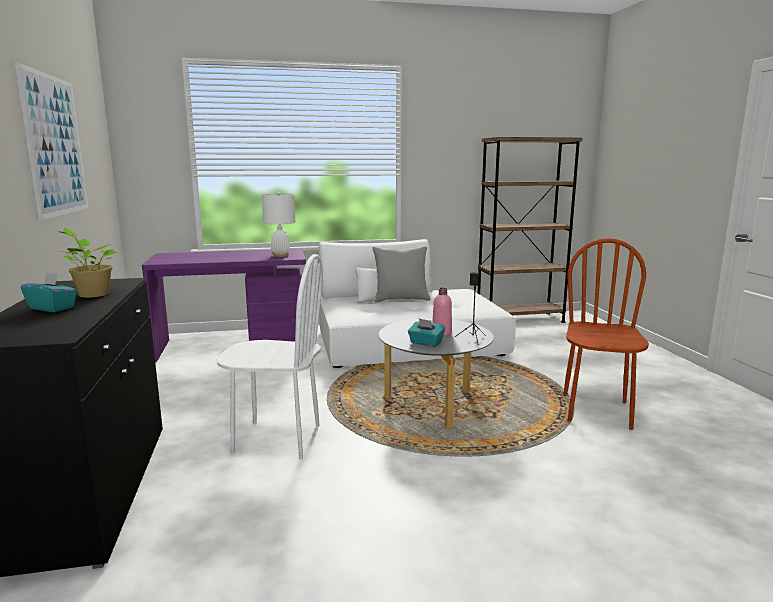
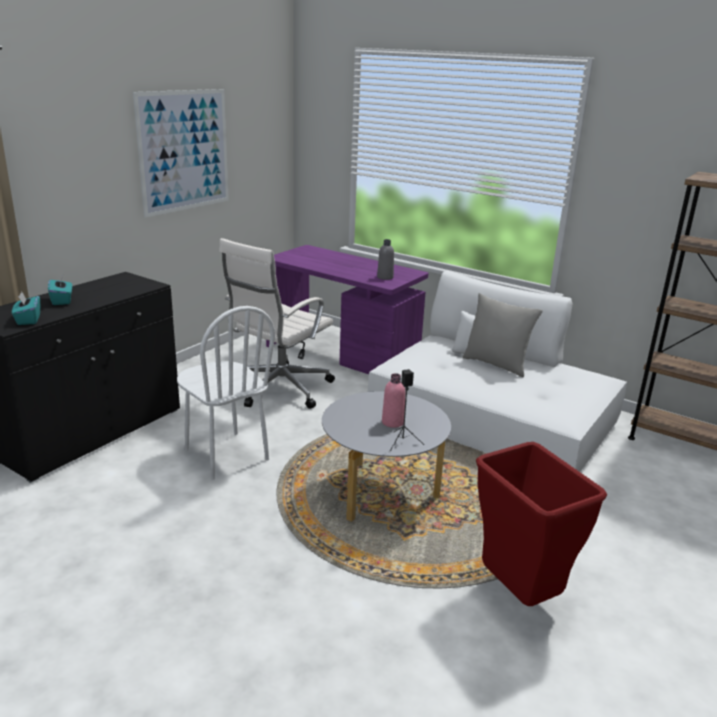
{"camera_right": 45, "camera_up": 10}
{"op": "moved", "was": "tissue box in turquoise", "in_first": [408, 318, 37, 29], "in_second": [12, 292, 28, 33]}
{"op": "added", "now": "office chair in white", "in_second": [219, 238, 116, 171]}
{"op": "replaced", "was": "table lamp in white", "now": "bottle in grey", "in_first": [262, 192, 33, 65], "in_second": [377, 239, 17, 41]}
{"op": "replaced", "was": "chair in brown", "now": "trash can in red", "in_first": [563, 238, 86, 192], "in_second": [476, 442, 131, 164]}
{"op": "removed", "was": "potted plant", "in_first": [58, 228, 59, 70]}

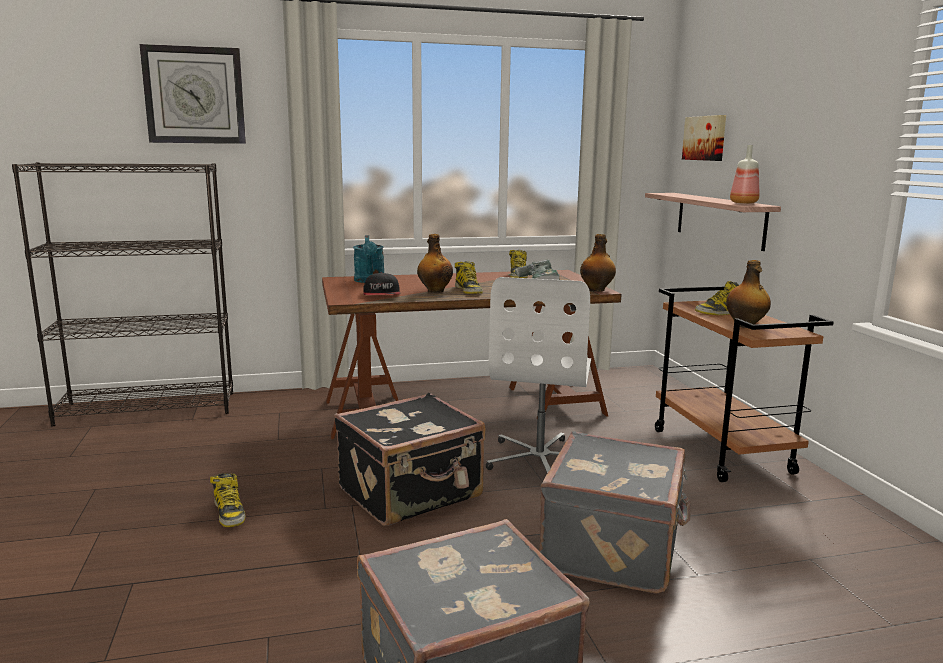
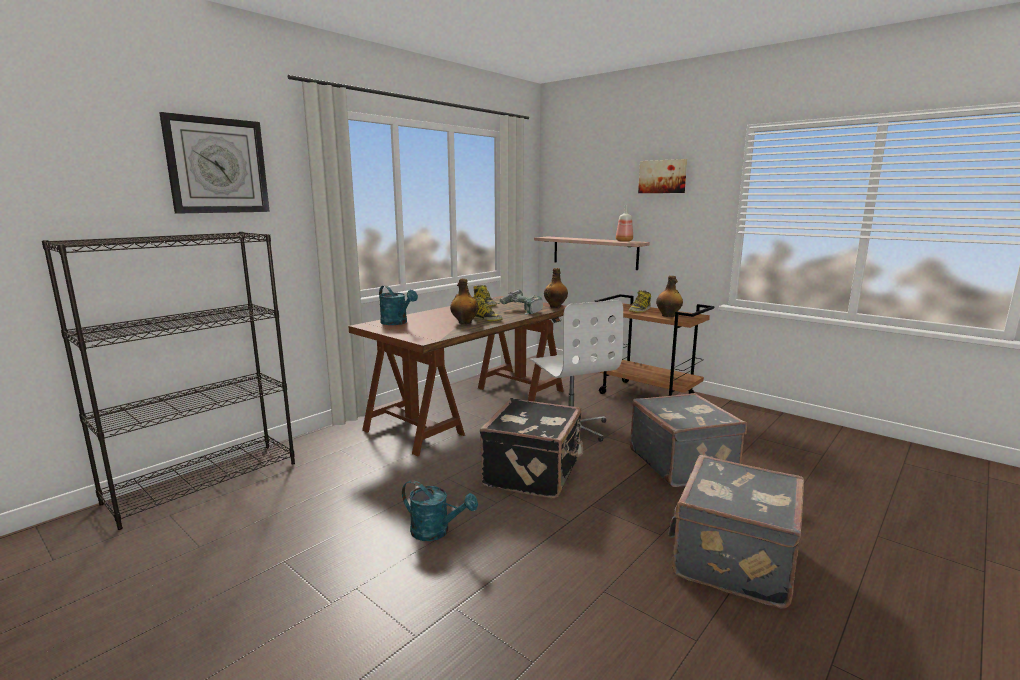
{"camera_right": -35, "camera_up": 0}
{"op": "replaced", "was": "boot", "now": "watering can in turquoise", "in_first": [210, 473, 36, 54], "in_second": [402, 480, 76, 61]}
{"op": "moved", "was": "picture", "in_first": [682, 115, 44, 46], "in_second": [638, 159, 49, 34]}
{"op": "removed", "was": "cap", "in_first": [363, 272, 37, 23]}

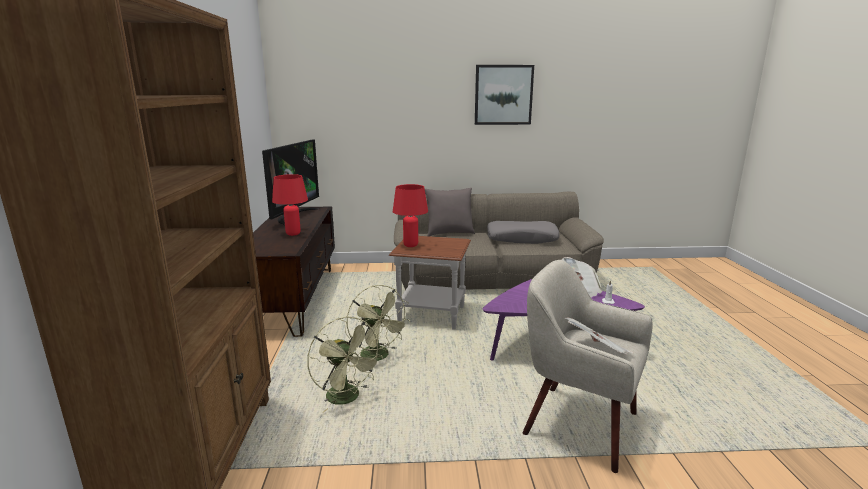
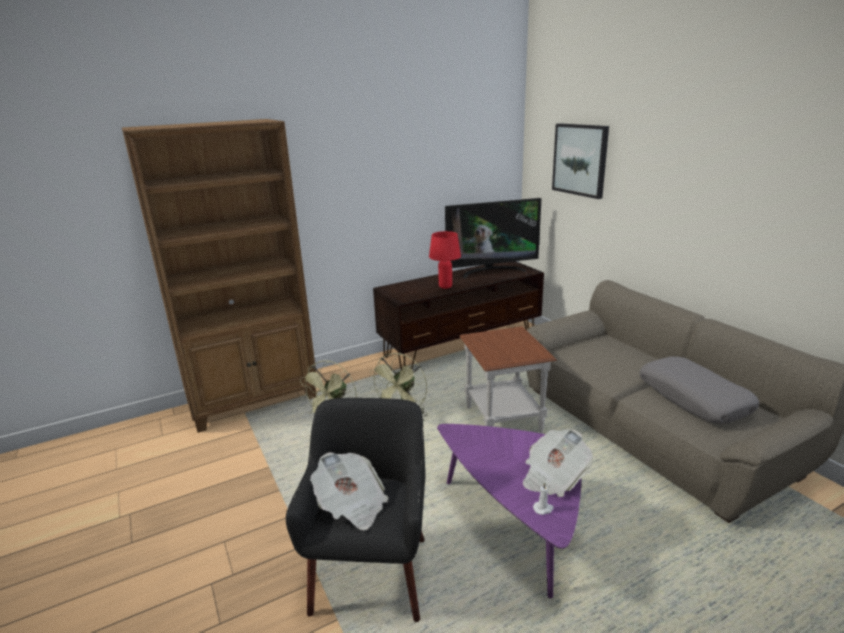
{"camera_right": 65, "camera_up": 5}
{"op": "recoloured", "was": "armchair in beige", "now": "armchair in black", "in_first": [523, 260, 130, 213], "in_second": [286, 398, 139, 224]}
{"op": "moved", "was": "picture", "in_first": [475, 65, 59, 60], "in_second": [552, 123, 57, 76]}
{"op": "removed", "was": "table lamp in red", "in_first": [393, 184, 35, 63]}
{"op": "removed", "was": "pillow in grey", "in_first": [425, 188, 50, 48]}

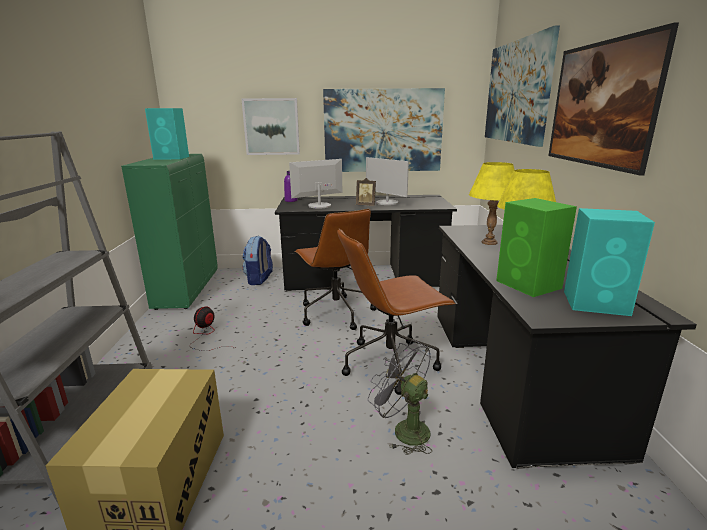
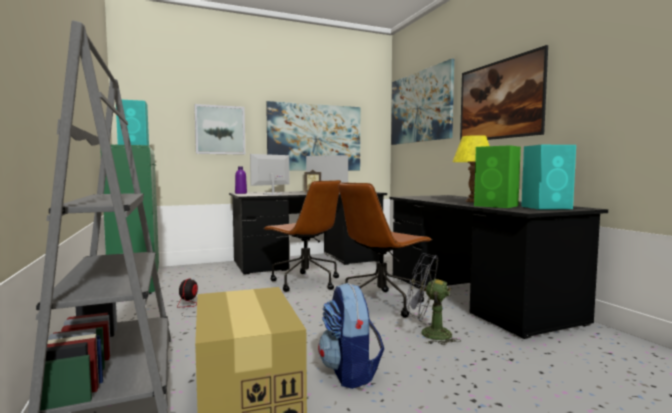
{"camera_right": -20, "camera_up": -15}
{"op": "moved", "was": "backpack", "in_first": [243, 236, 30, 49], "in_second": [318, 283, 66, 106]}
{"op": "removed", "was": "table lamp in yellow", "in_first": [469, 162, 45, 83]}

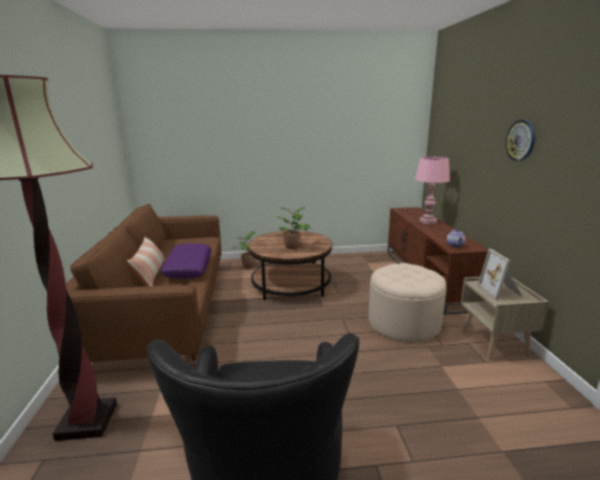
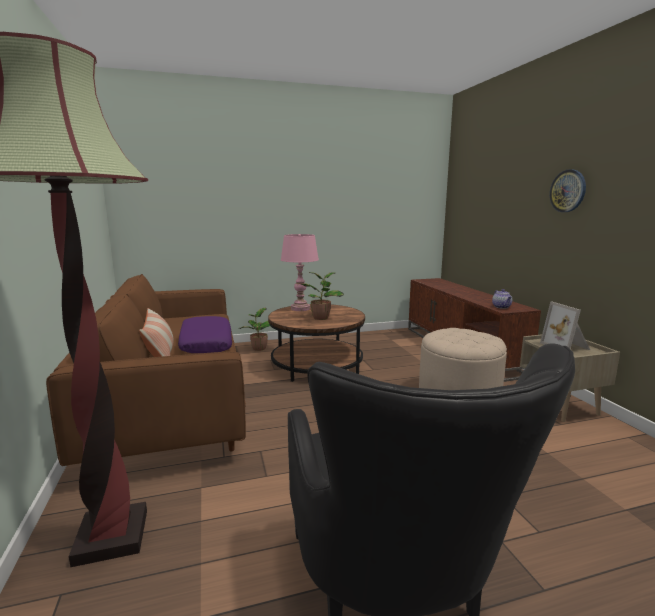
{"camera_right": -10, "camera_up": -5}
{"op": "moved", "was": "table lamp in pink", "in_first": [415, 157, 35, 68], "in_second": [281, 234, 38, 77]}

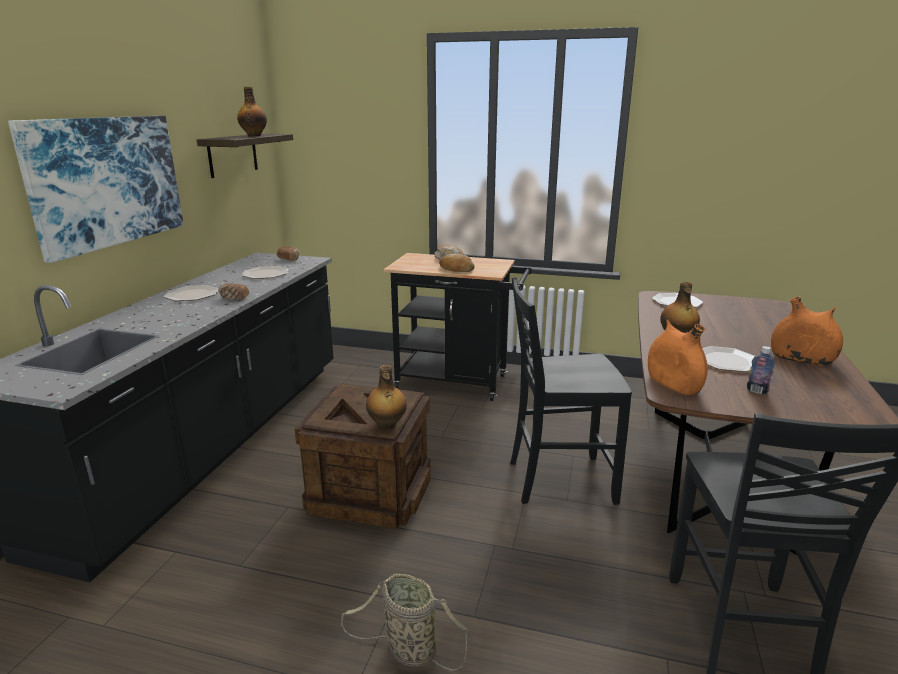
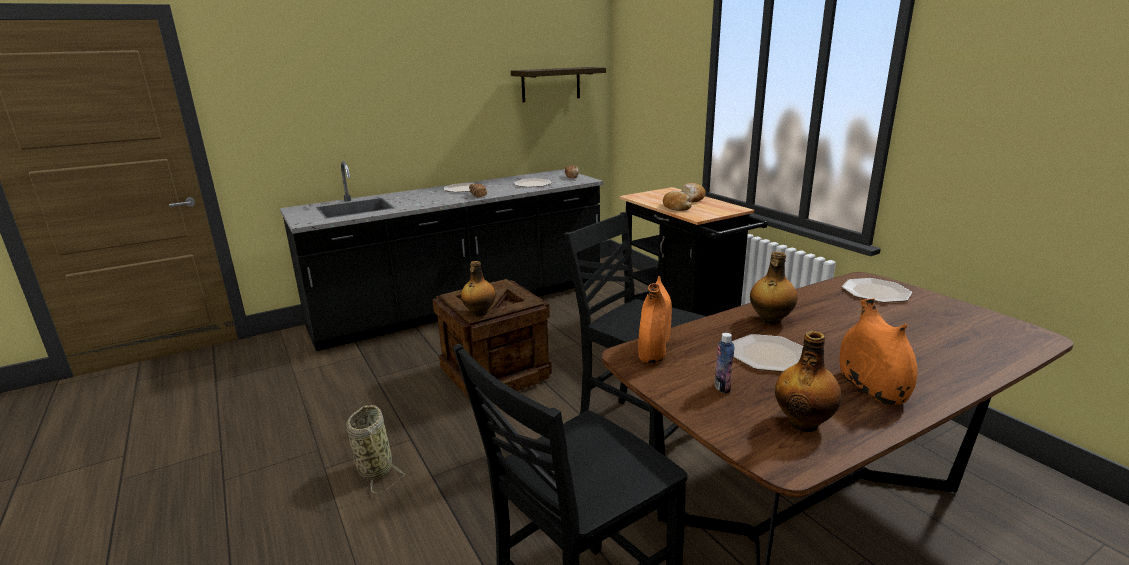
{"camera_right": 45, "camera_up": 0}
{"op": "moved", "was": "bottle", "in_first": [237, 87, 30, 49], "in_second": [775, 331, 67, 101]}
{"op": "removed", "was": "picture", "in_first": [8, 116, 176, 147]}

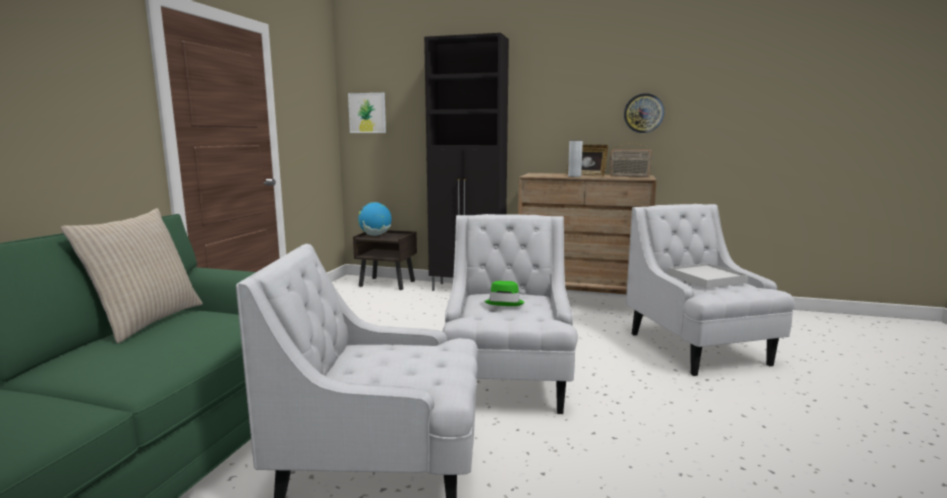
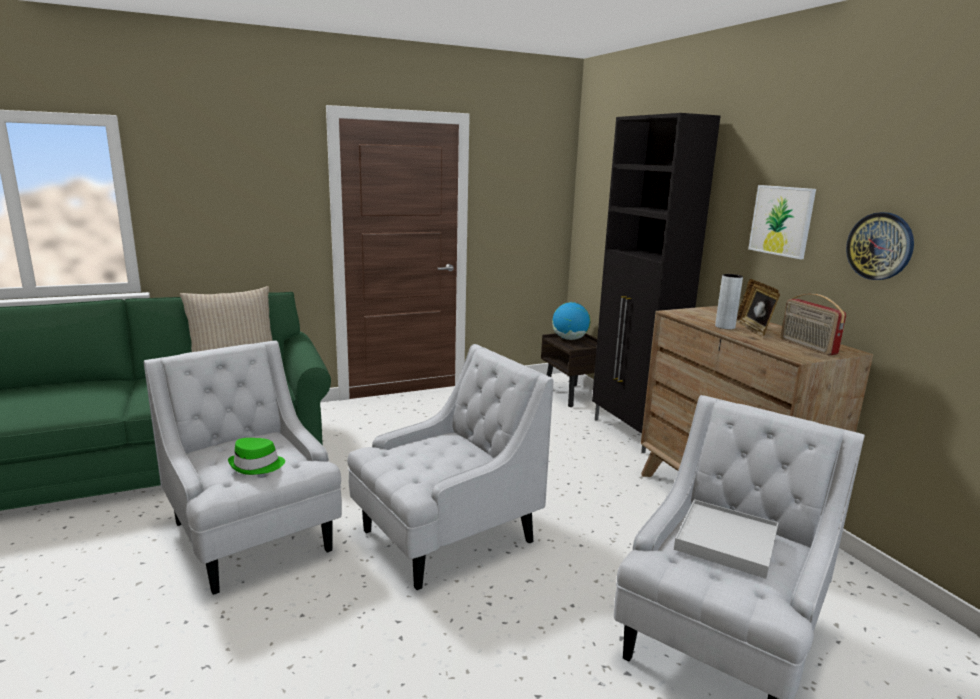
{"camera_right": 50, "camera_up": 5}
{"op": "moved", "was": "hat in green", "in_first": [484, 281, 41, 25], "in_second": [228, 438, 57, 37]}
{"op": "moved", "was": "picture", "in_first": [348, 93, 38, 40], "in_second": [748, 185, 68, 74]}

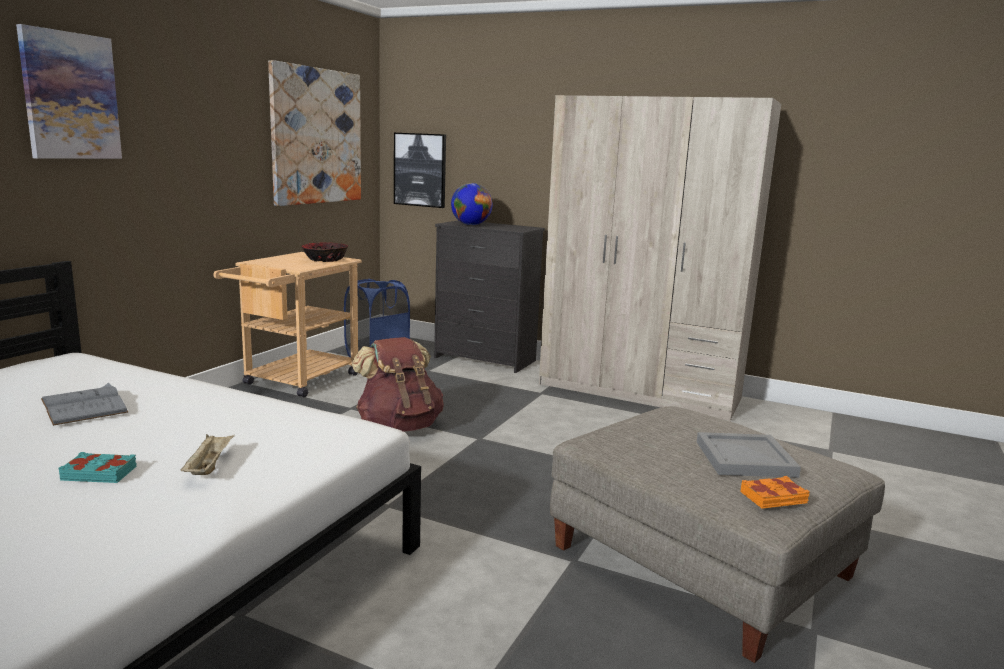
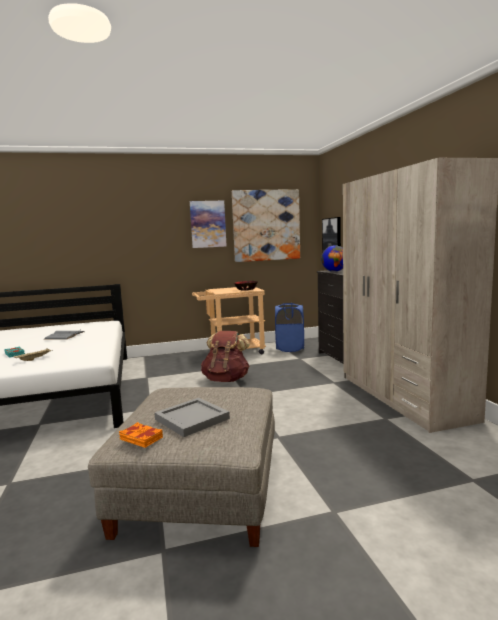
{"camera_right": 50, "camera_up": -5}
{"op": "moved", "was": "picture", "in_first": [16, 24, 106, 135], "in_second": [190, 201, 37, 47]}

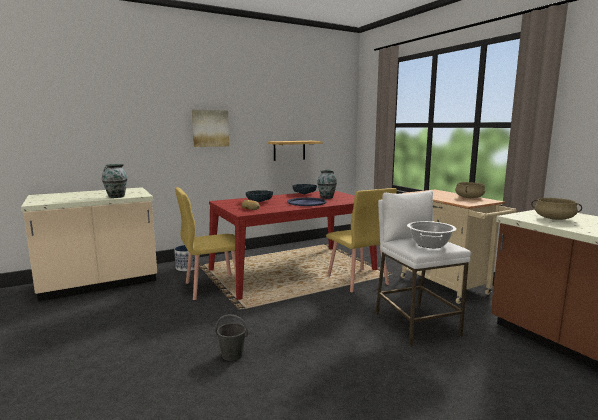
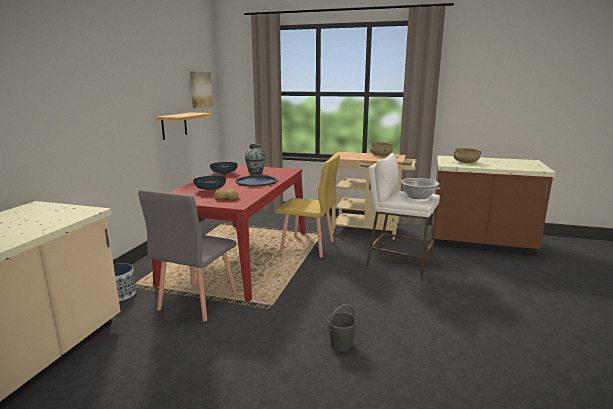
{"camera_right": -45, "camera_up": 5}
{"op": "recoloured", "was": "chair in yellow", "now": "chair in grey", "in_first": [175, 187, 71, 113], "in_second": [138, 190, 99, 132]}
{"op": "moved", "was": "picture", "in_first": [192, 110, 37, 37], "in_second": [190, 71, 23, 38]}
{"op": "removed", "was": "vase", "in_first": [102, 164, 26, 34]}

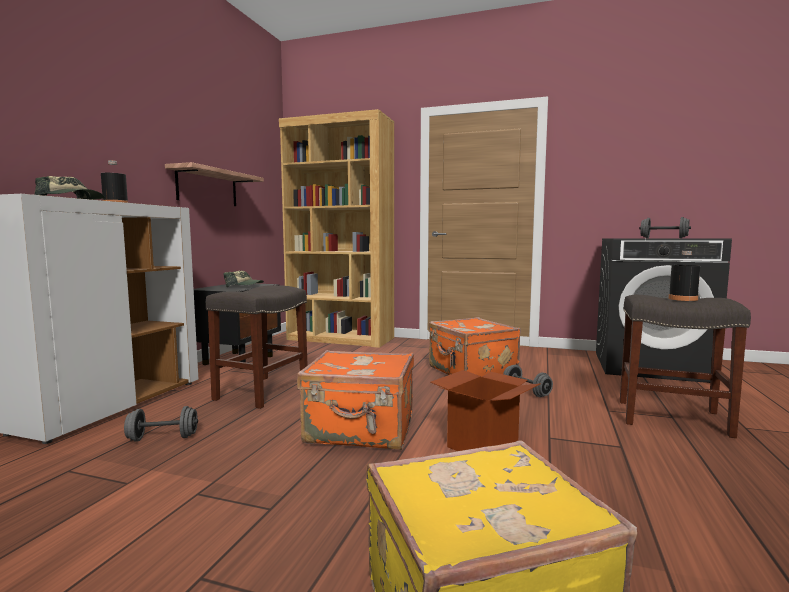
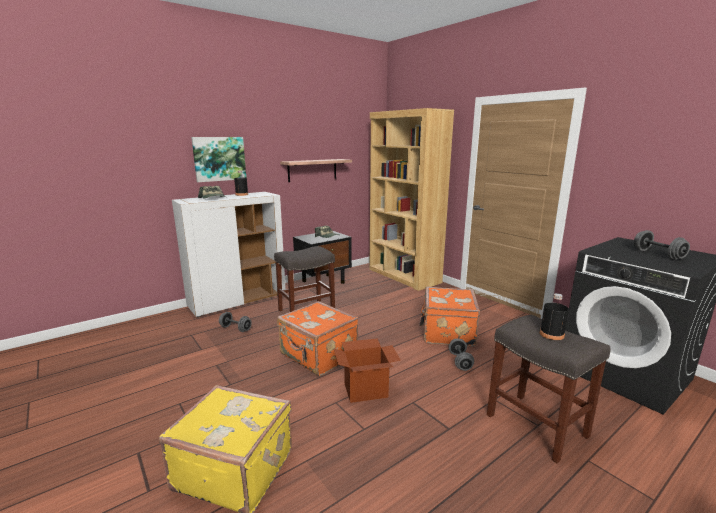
{"camera_right": 35, "camera_up": 10}
{"op": "added", "now": "picture", "in_second": [191, 137, 55, 45]}

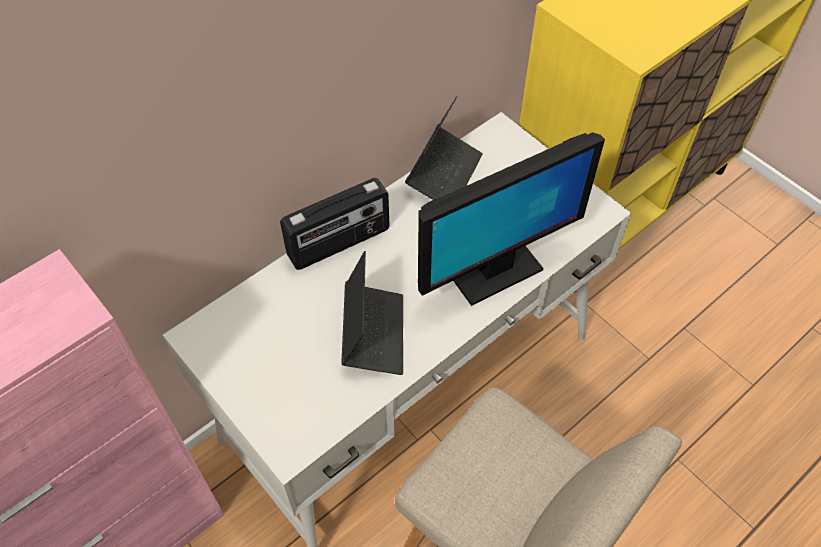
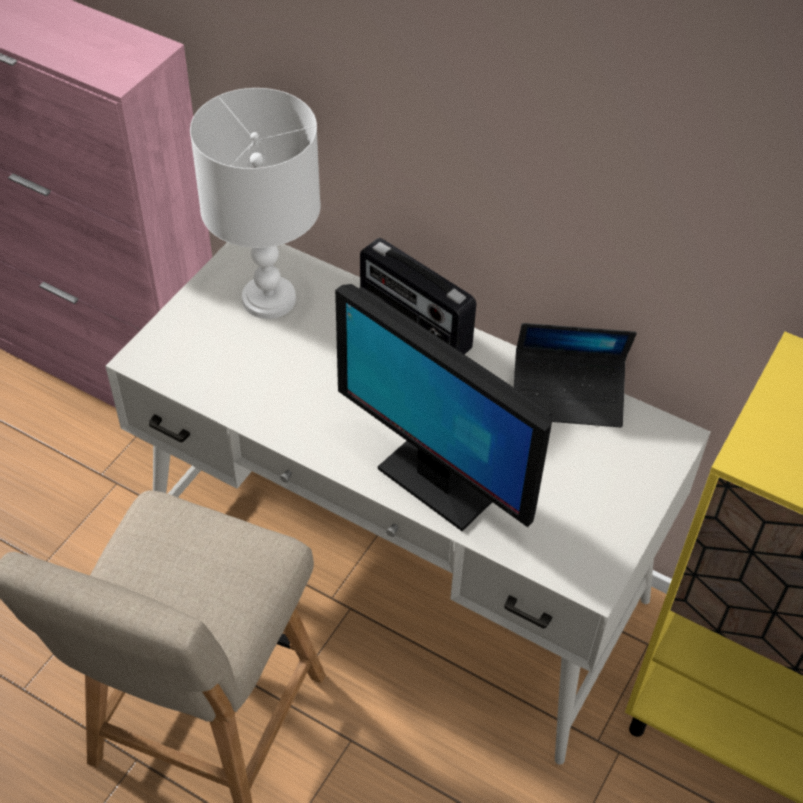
{"camera_right": 70, "camera_up": -5}
{"op": "added", "now": "table lamp in white", "in_second": [190, 88, 131, 231]}
{"op": "removed", "was": "laptop", "in_first": [341, 251, 62, 124]}

